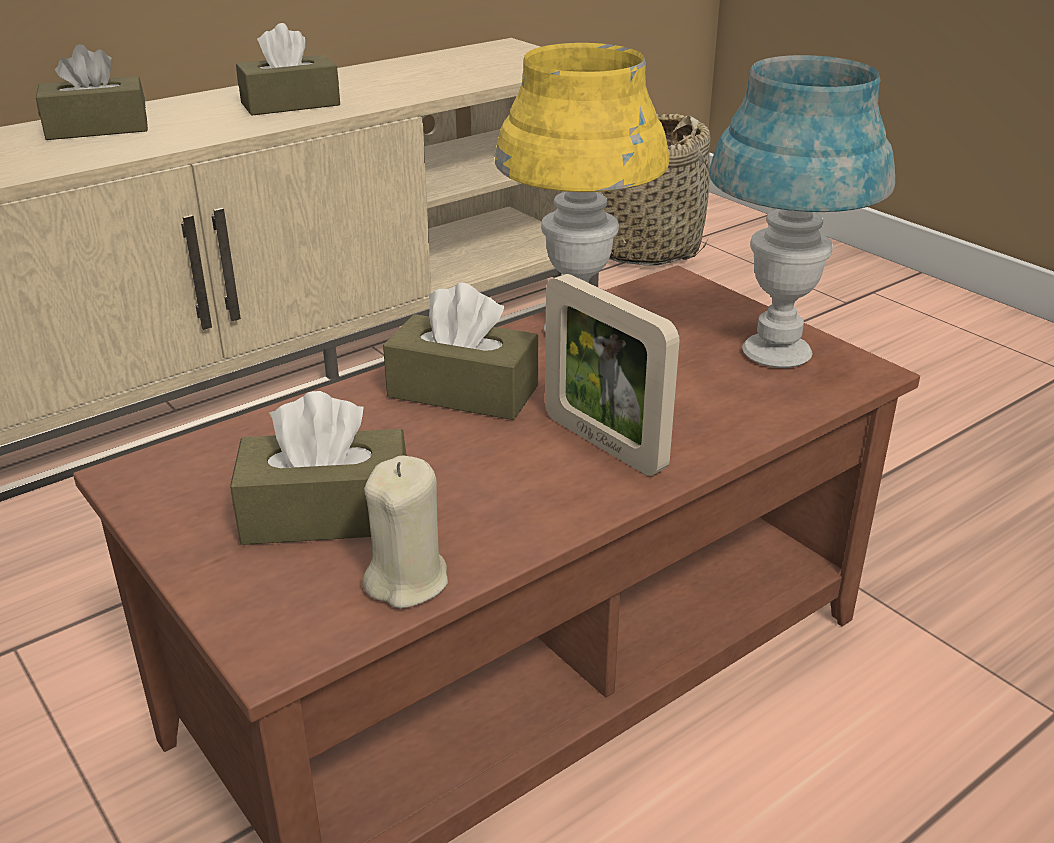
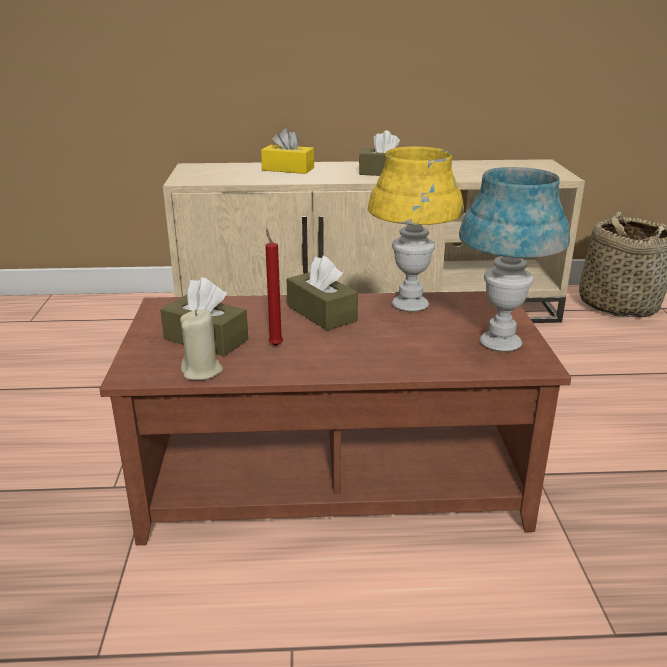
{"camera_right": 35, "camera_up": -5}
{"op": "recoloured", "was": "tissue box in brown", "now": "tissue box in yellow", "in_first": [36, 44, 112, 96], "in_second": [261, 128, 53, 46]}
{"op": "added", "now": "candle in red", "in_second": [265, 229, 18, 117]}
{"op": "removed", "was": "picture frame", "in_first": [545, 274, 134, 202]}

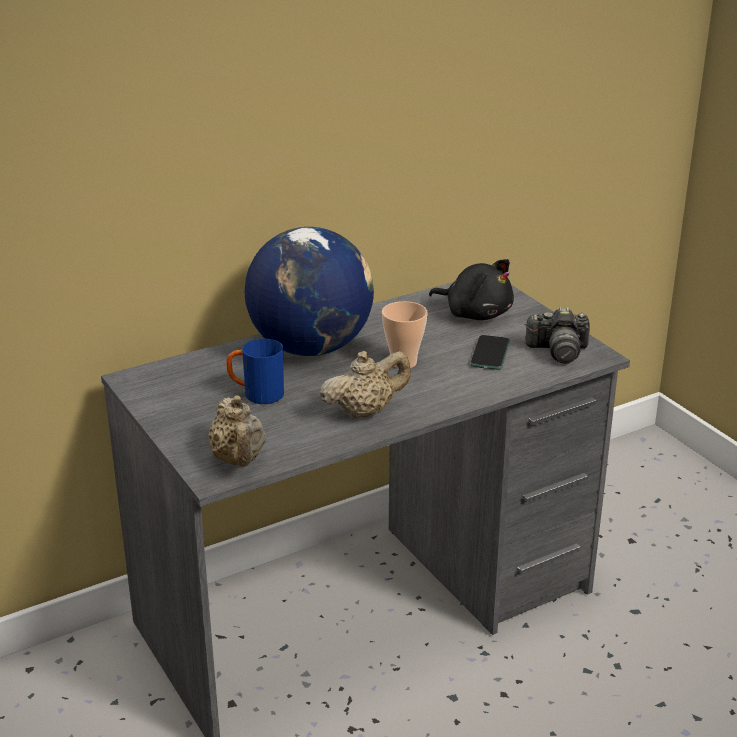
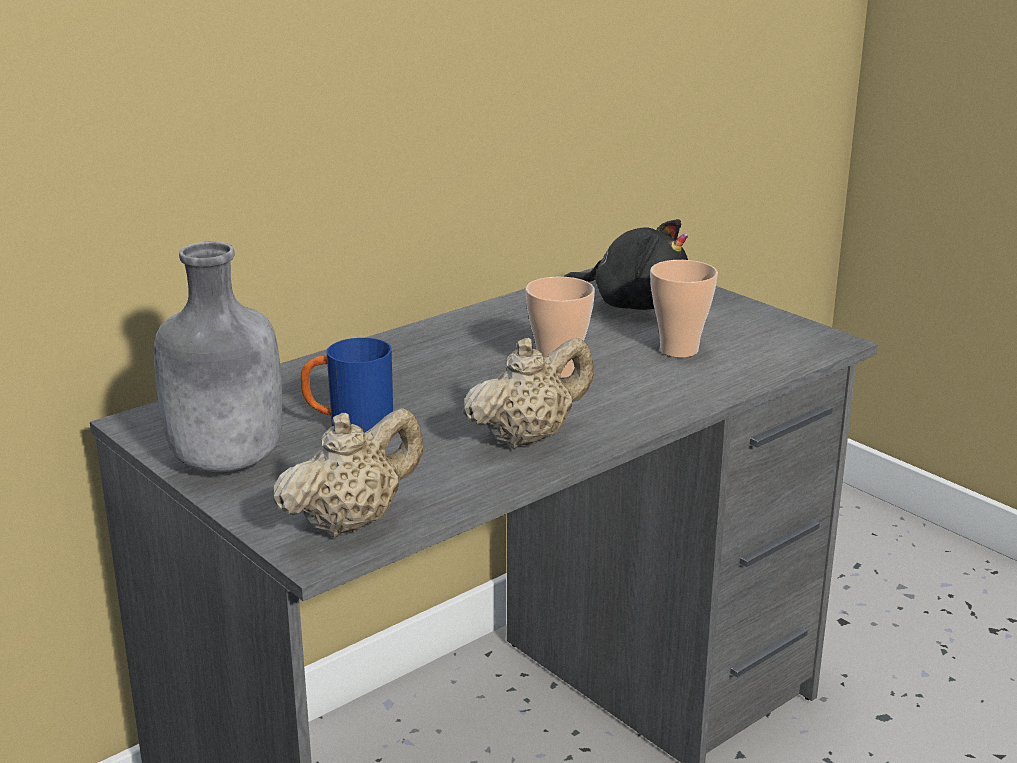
{"camera_right": -10, "camera_up": -5}
{"op": "added", "now": "bottle in grey", "in_second": [154, 241, 128, 231]}
{"op": "turned", "was": "teapot in beige", "in_first": [208, 395, 58, 72], "in_second": [273, 408, 151, 129], "clockwise": -105}
{"op": "replaced", "was": "phone", "now": "cup", "in_first": [470, 335, 40, 35], "in_second": [650, 260, 68, 98]}
{"op": "removed", "was": "globe", "in_first": [245, 227, 129, 129]}
{"op": "removed", "was": "photo camera", "in_first": [525, 307, 65, 56]}

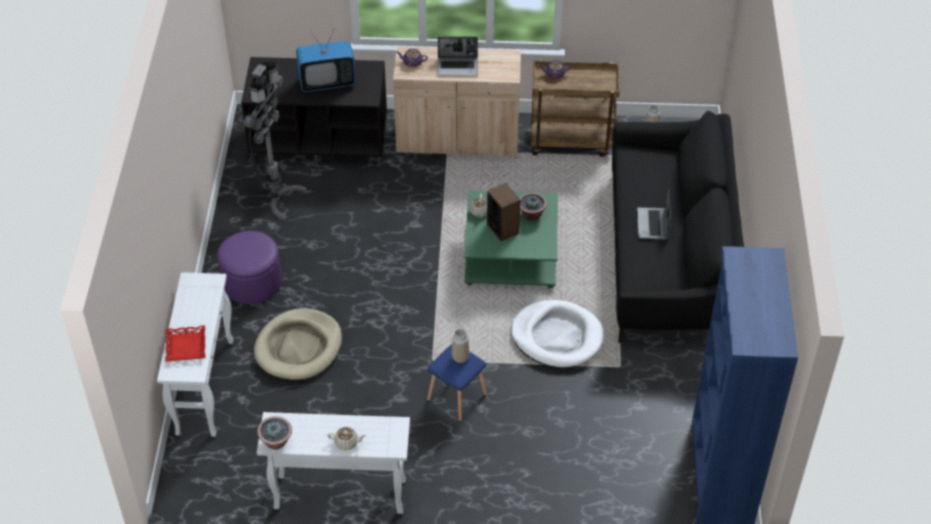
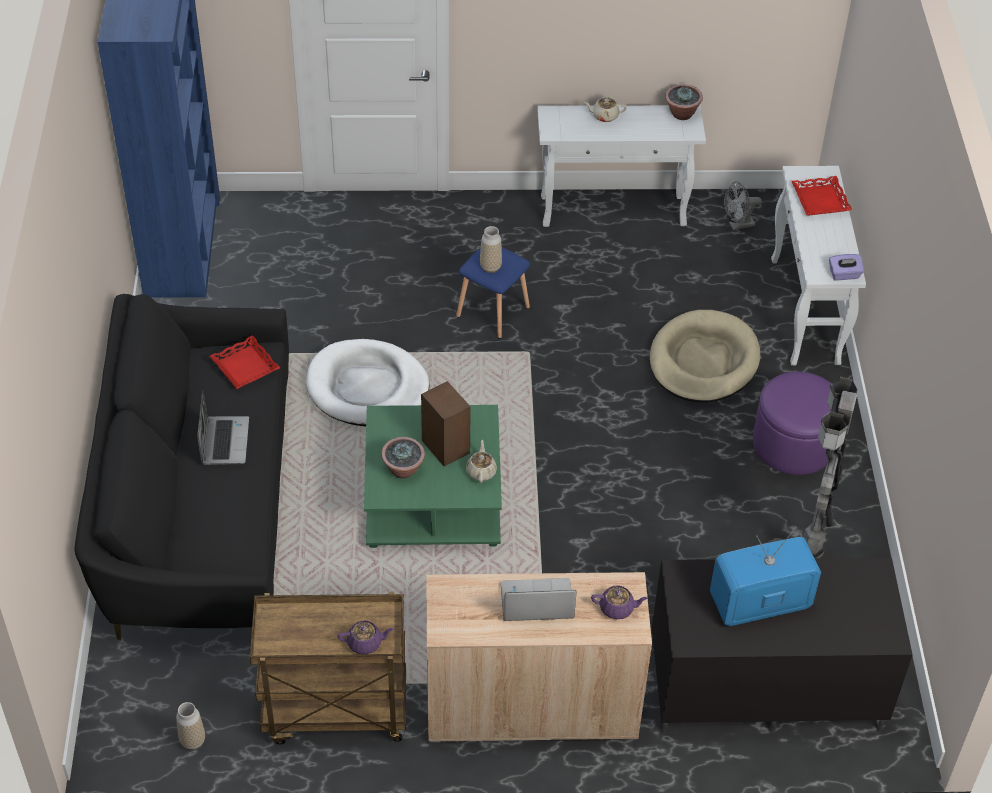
{"camera_right": 175, "camera_up": 0}
{"op": "added", "now": "tray in red", "in_second": [210, 335, 70, 54]}
{"op": "added", "now": "fan in grey", "in_second": [724, 181, 38, 49]}
{"op": "added", "now": "tissue box in purple", "in_second": [829, 254, 35, 26]}

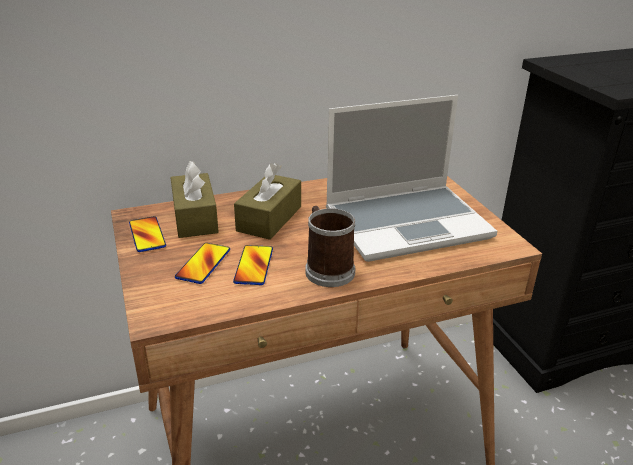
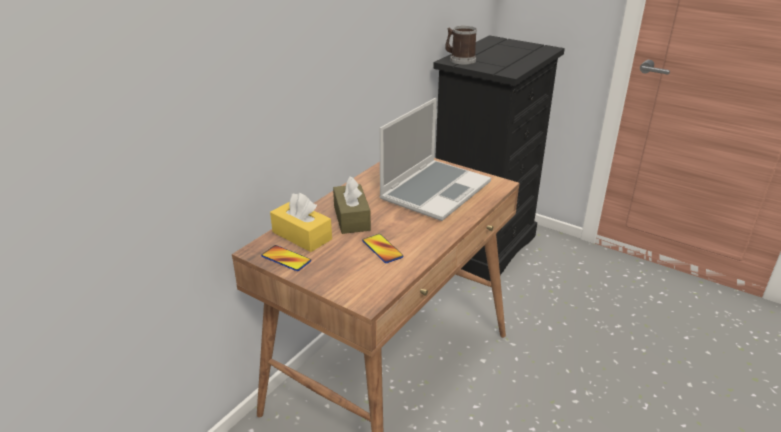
{"camera_right": -35, "camera_up": 0}
{"op": "recoloured", "was": "tissue box in brown", "now": "tissue box in yellow", "in_first": [170, 161, 49, 77], "in_second": [270, 193, 62, 59]}
{"op": "moved", "was": "mug", "in_first": [305, 206, 51, 81], "in_second": [445, 26, 32, 38]}
{"op": "removed", "was": "phone", "in_first": [175, 243, 55, 41]}

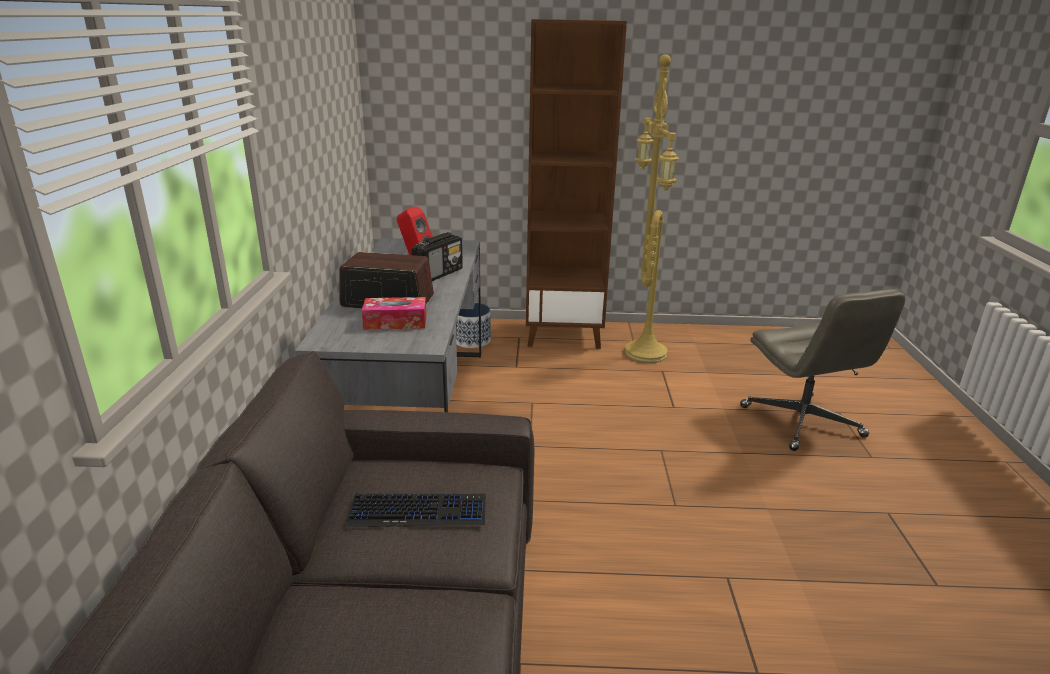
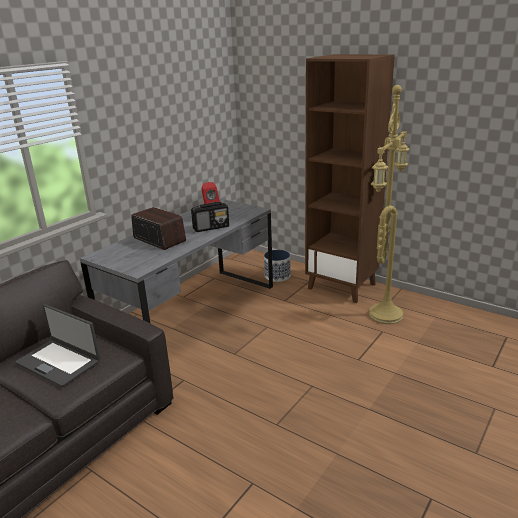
{"camera_right": 35, "camera_up": 0}
{"op": "replaced", "was": "keyboard", "now": "laptop", "in_first": [346, 494, 140, 33], "in_second": [15, 304, 85, 83]}
{"op": "removed", "was": "tissue box", "in_first": [362, 297, 65, 33]}
{"op": "removed", "was": "office chair in grey", "in_first": [740, 289, 165, 162]}

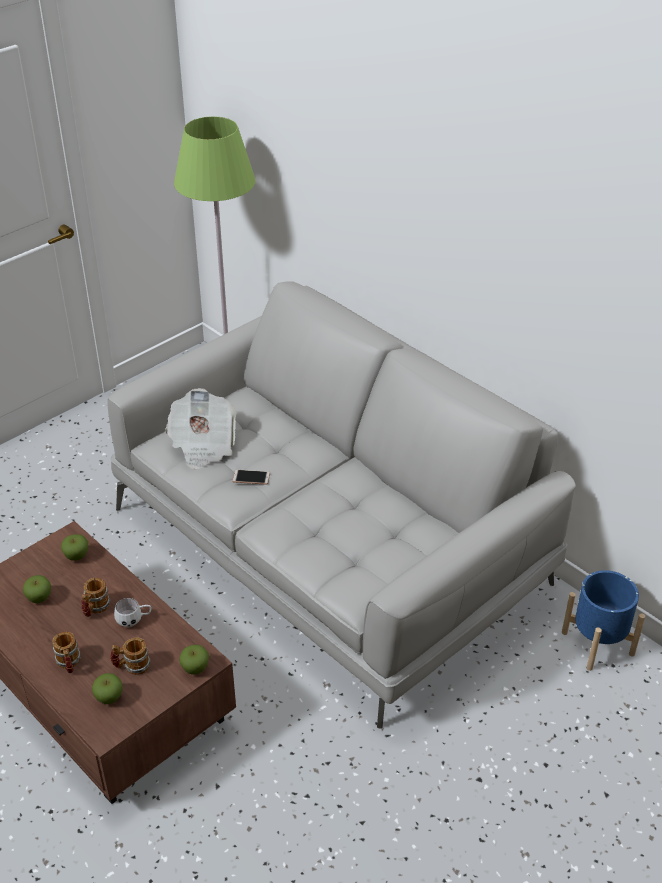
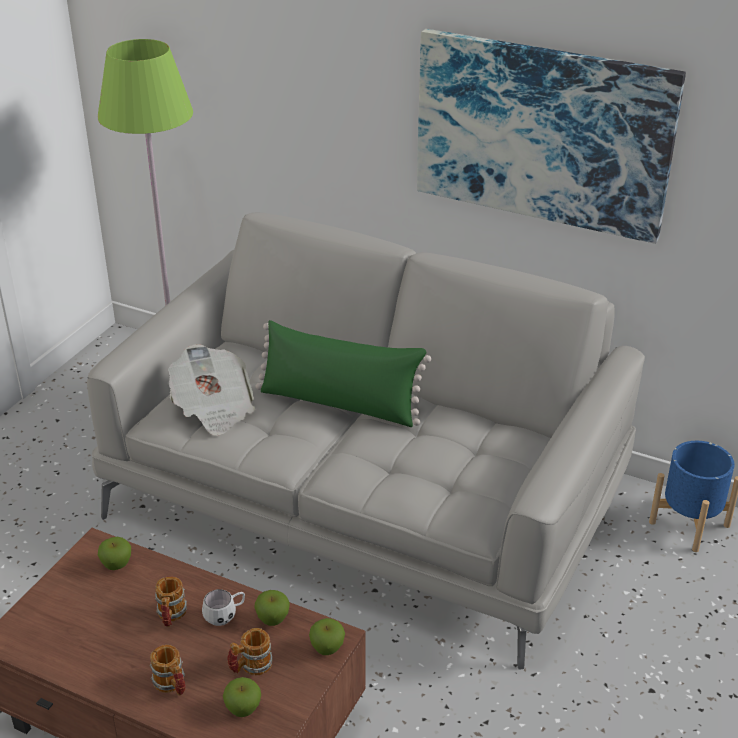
{"camera_right": -20, "camera_up": -5}
{"op": "moved", "was": "apple", "in_first": [23, 575, 28, 28], "in_second": [254, 590, 36, 36]}
{"op": "added", "now": "pillow in green", "in_second": [256, 320, 175, 107]}
{"op": "added", "now": "picture", "in_second": [417, 29, 269, 215]}
{"op": "removed", "was": "phone", "in_first": [232, 470, 38, 15]}

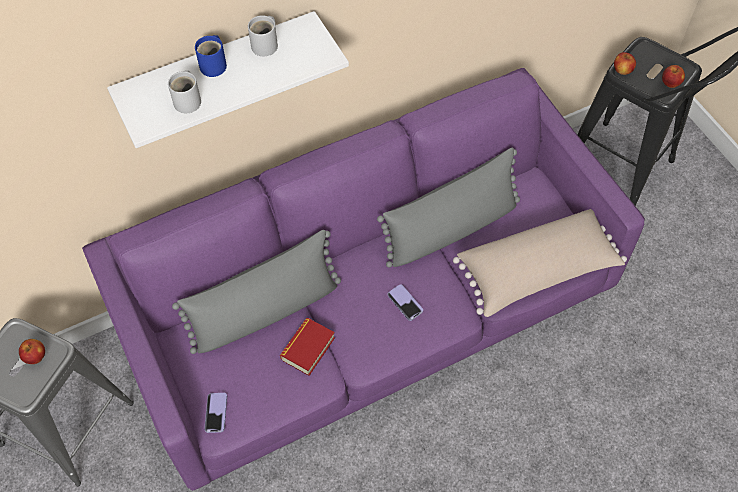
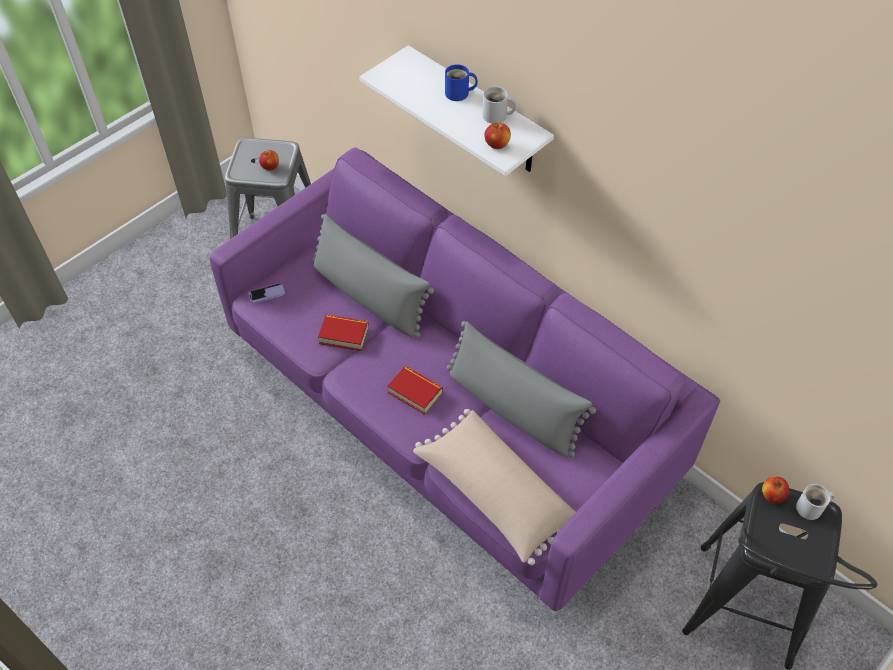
{"camera_right": 70, "camera_up": -5}
{"op": "replaced", "was": "phone", "now": "book", "in_first": [388, 284, 35, 37], "in_second": [387, 366, 56, 49]}
{"op": "moved", "was": "apple", "in_first": [662, 65, 23, 23], "in_second": [484, 123, 27, 26]}
{"op": "moved", "was": "mug in white", "in_first": [168, 70, 33, 43], "in_second": [796, 484, 39, 36]}

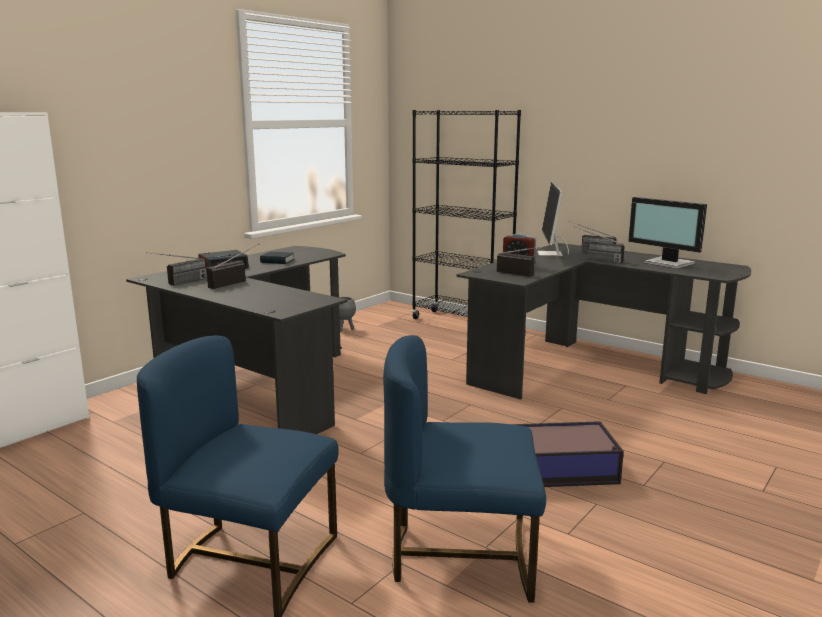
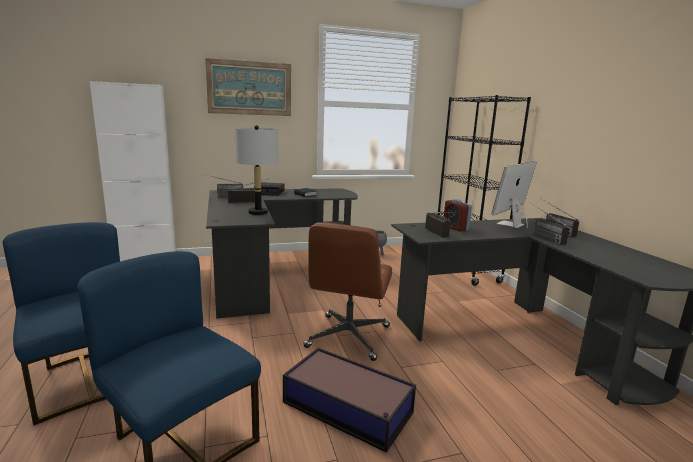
{"camera_right": 35, "camera_up": 0}
{"op": "added", "now": "picture", "in_second": [205, 58, 86, 58]}
{"op": "added", "now": "table lamp in grey", "in_second": [234, 125, 45, 90]}
{"op": "added", "now": "office chair in brown", "in_second": [303, 222, 89, 139]}
{"op": "removed", "was": "monitor", "in_first": [628, 197, 79, 72]}

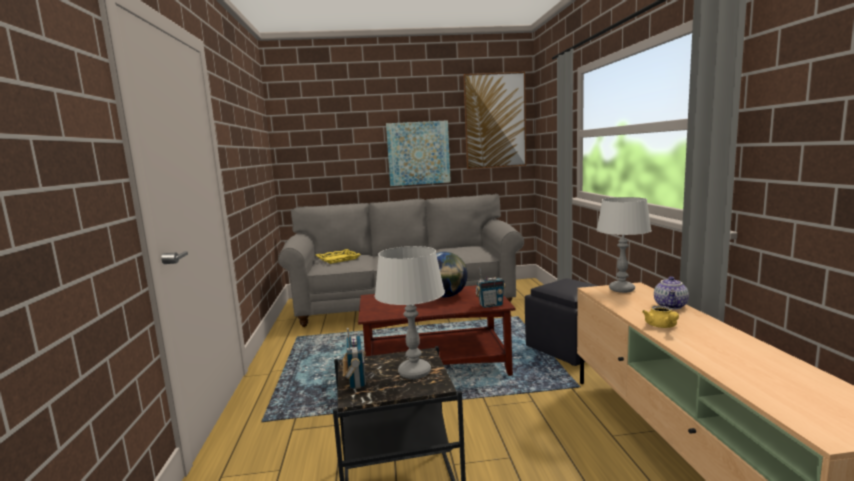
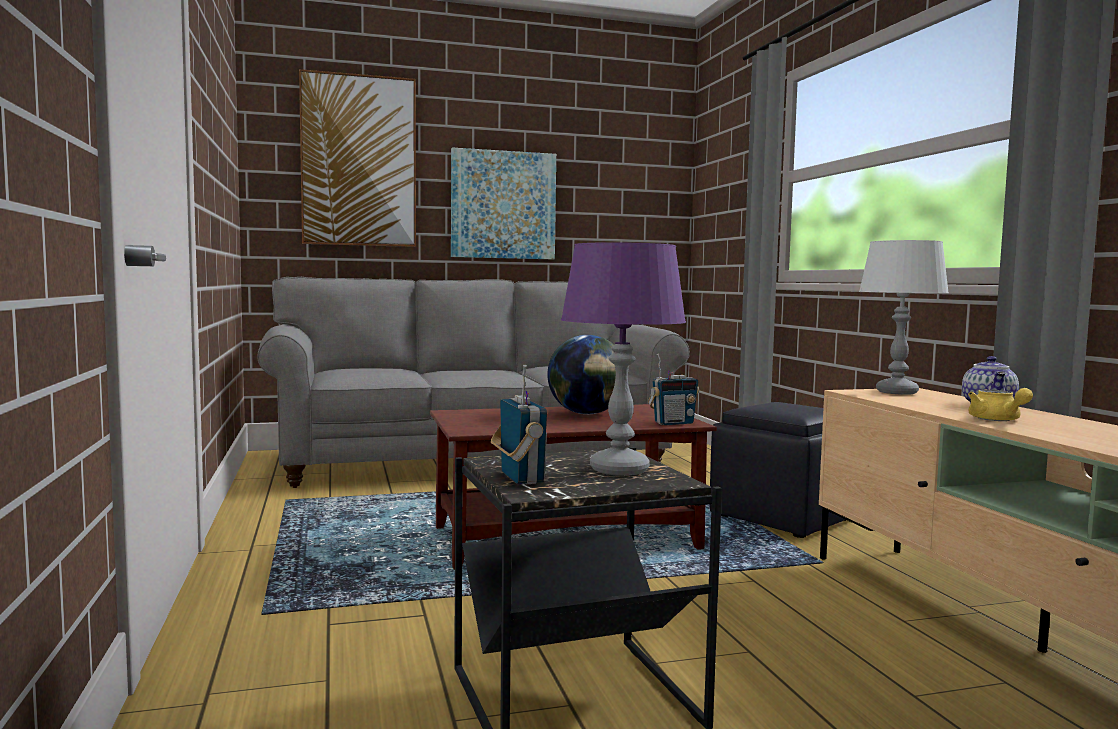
{"camera_right": -10, "camera_up": -5}
{"op": "moved", "was": "picture", "in_first": [463, 72, 63, 97], "in_second": [299, 69, 117, 178]}
{"op": "recoloured", "was": "table lamp in grey", "now": "table lamp in purple", "in_first": [375, 246, 70, 133], "in_second": [561, 242, 125, 234]}
{"op": "removed", "was": "tray in yellow", "in_first": [316, 249, 45, 15]}

